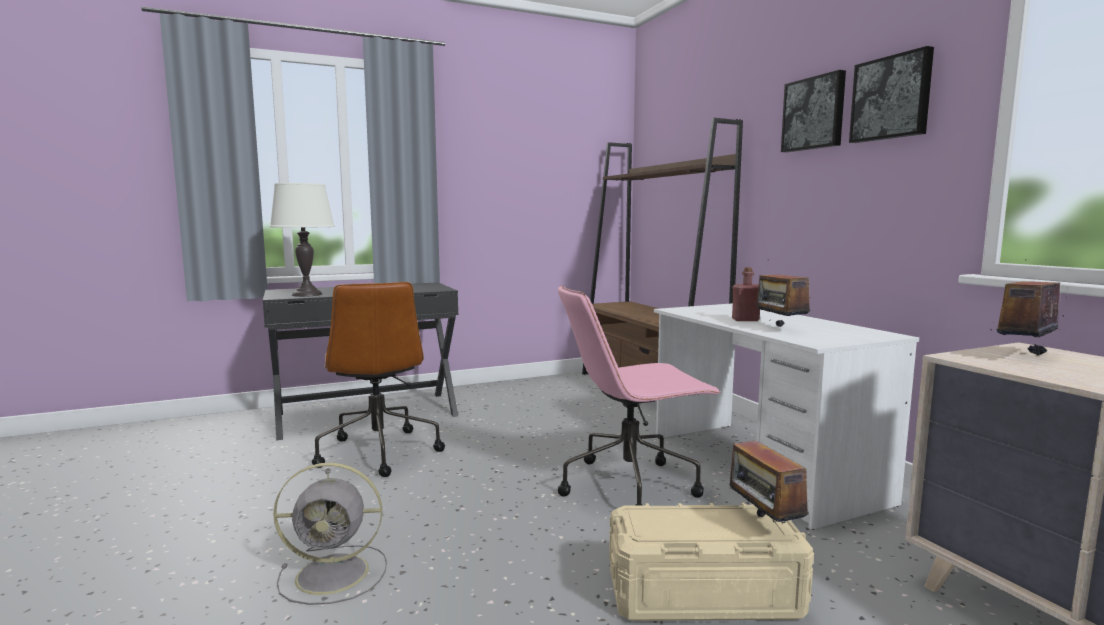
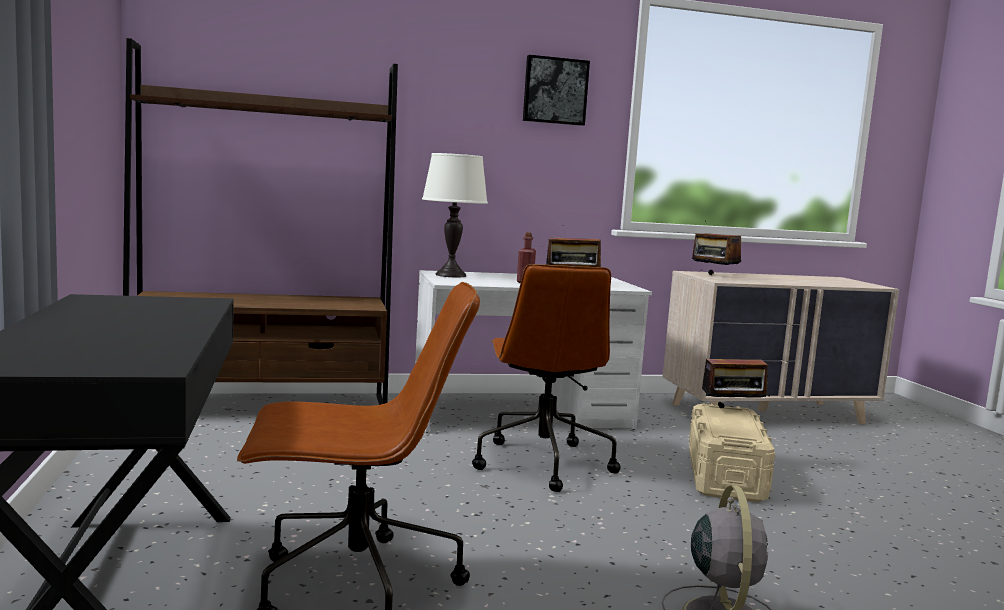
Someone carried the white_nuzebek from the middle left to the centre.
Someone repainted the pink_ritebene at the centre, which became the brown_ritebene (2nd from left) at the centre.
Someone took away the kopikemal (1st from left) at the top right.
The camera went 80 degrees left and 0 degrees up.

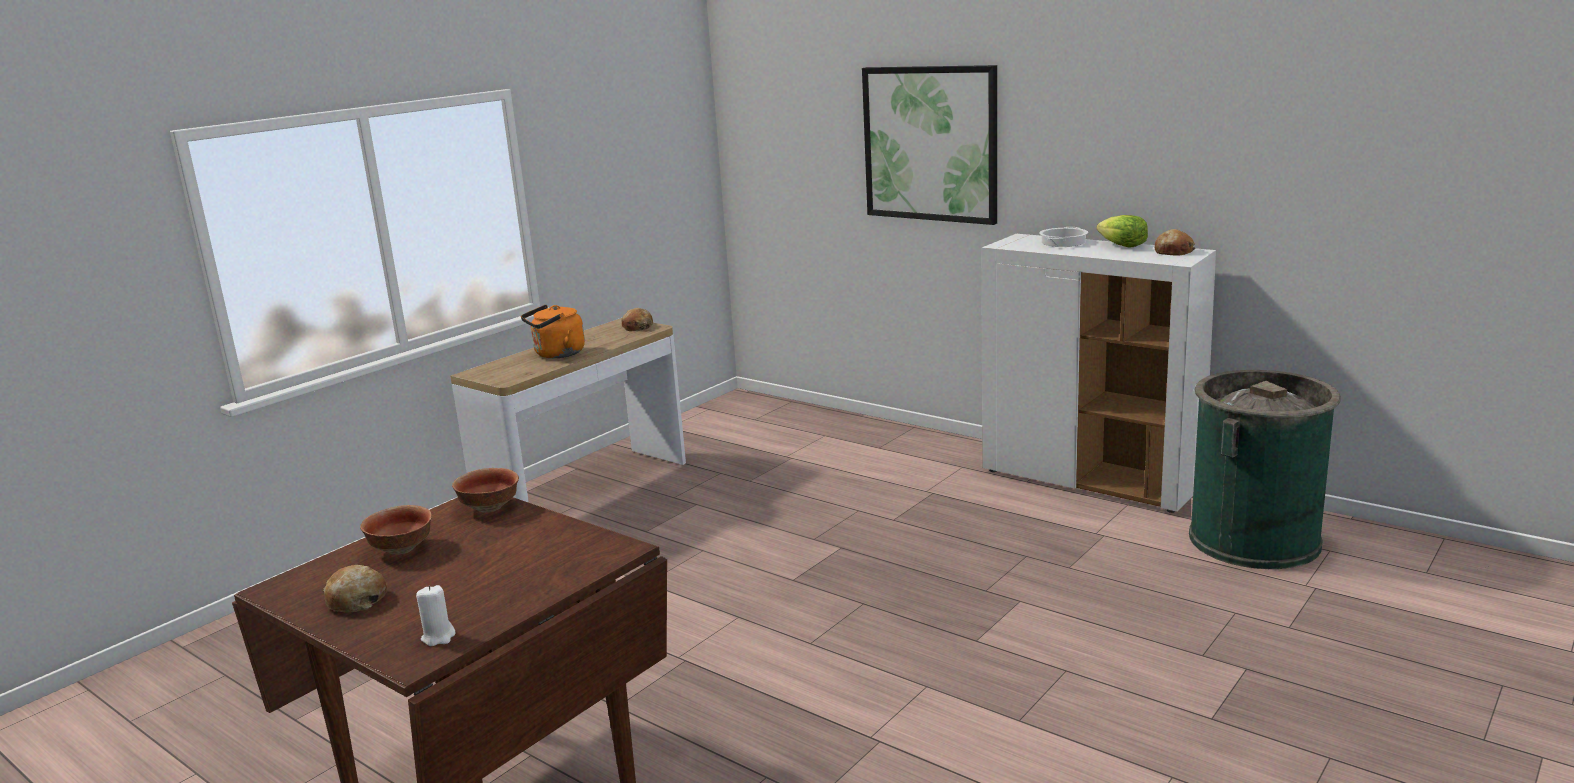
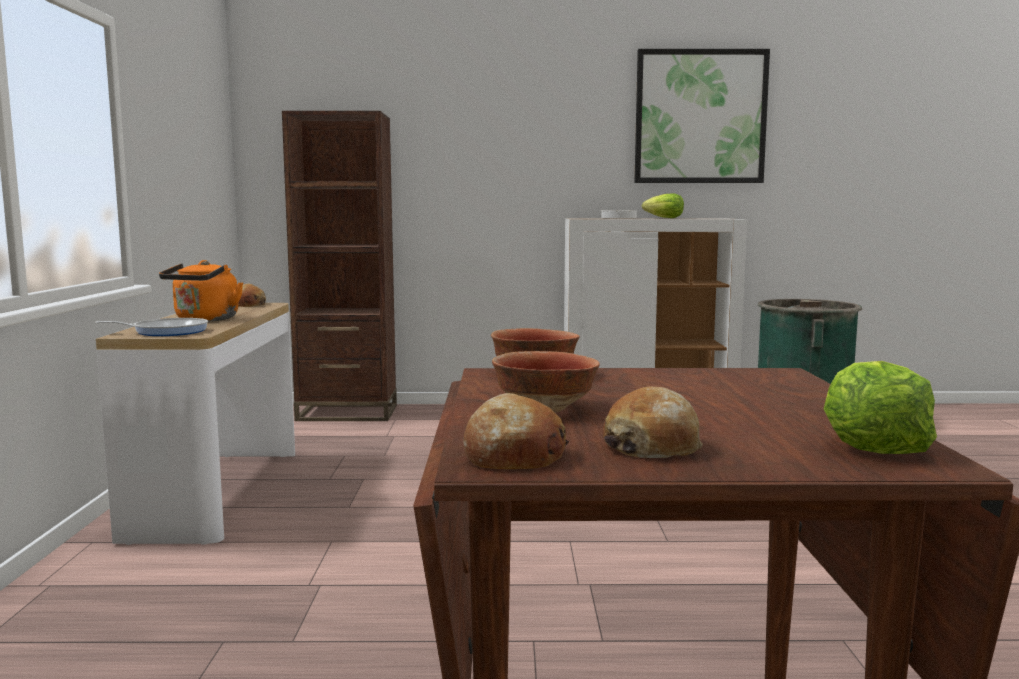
Someone put down the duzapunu at the middle left.
Someone put down the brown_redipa at the middle left.
Someone carried the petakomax (3rd from left in the first image) from the top right to the centre.
Someone carried the kopikemal from the top centre to the top right.
Someone swapped the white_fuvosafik at the bottom left for the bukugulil (2nd from left) at the middle right.
The camera went 40 degrees left and 10 degrees down.

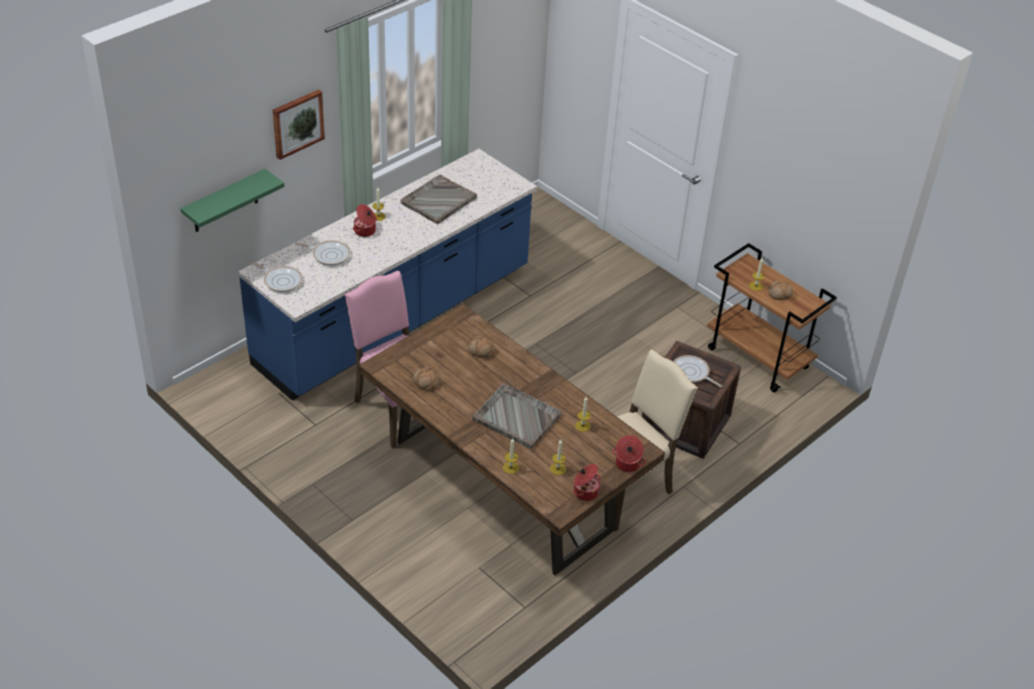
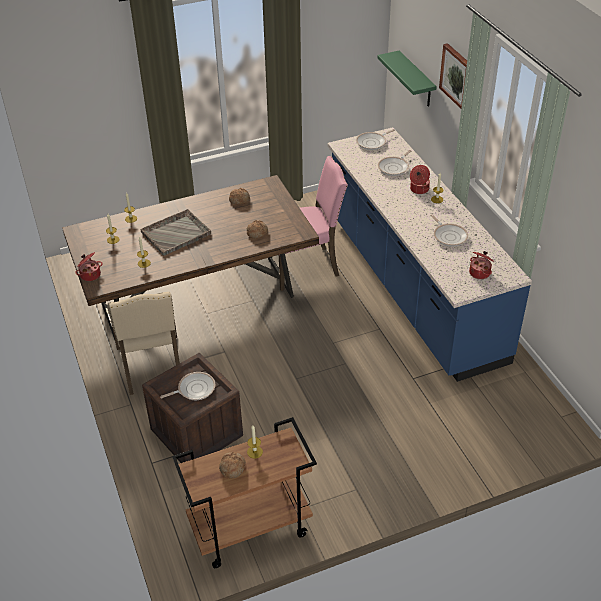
Someone swapped the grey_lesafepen (1st from left) at the top centre for the duzapunu (4th from left) at the middle right.
Someone carried the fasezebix (2nd from left in the first image) from the bottom centre to the middle right.
The camera went 115 degrees right and 0 degrees up.

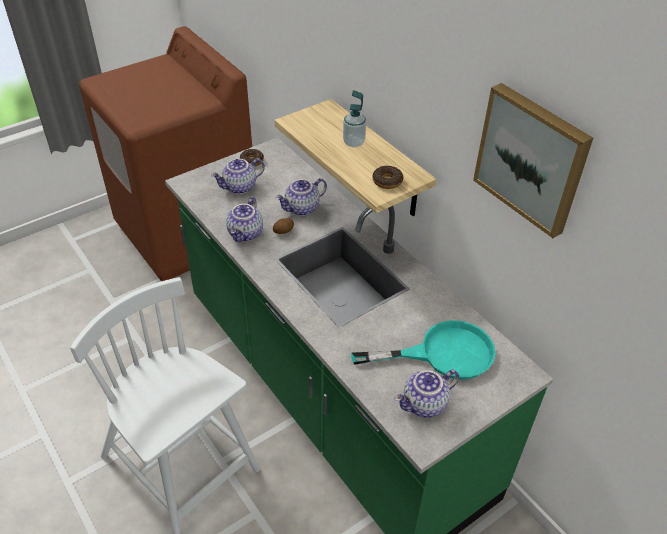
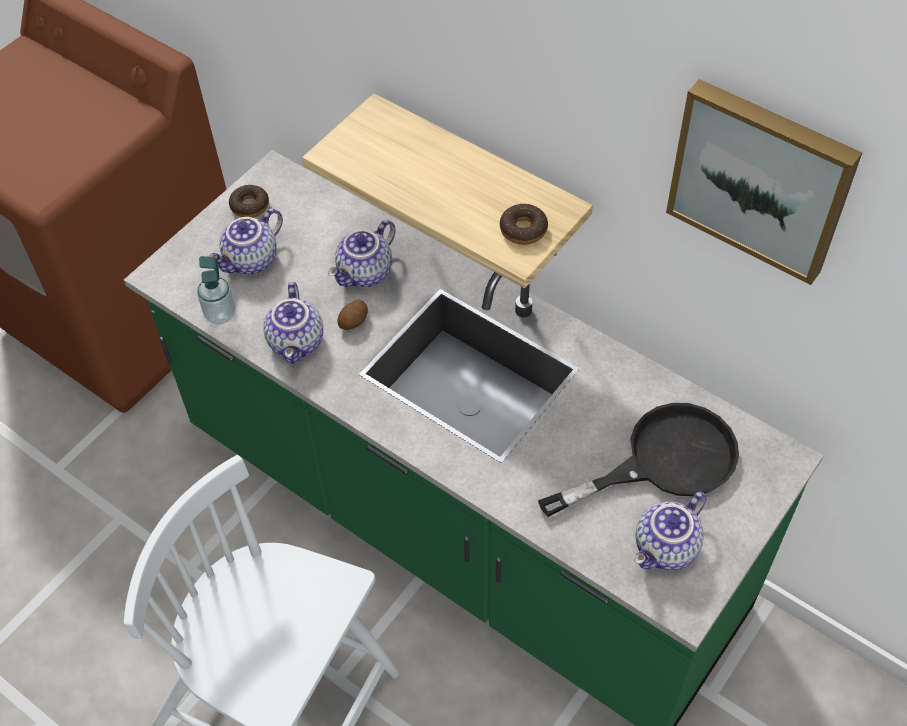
Someone carried the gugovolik from the top centre to the middle left.
Someone repainted the turquoise_duzapunu at the centre, which became the black_duzapunu at the middle right.
The camera went 15 degrees left and 10 degrees up.

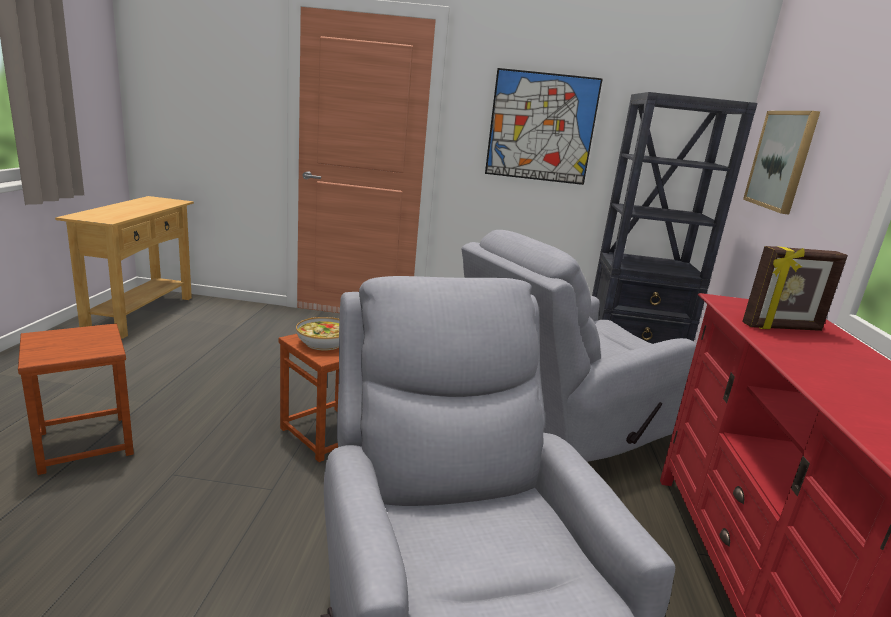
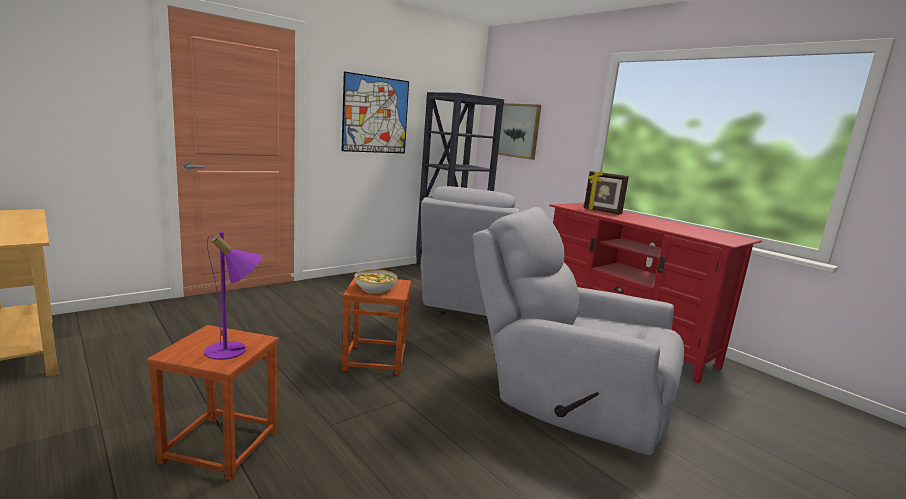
Someone put down the purple_nuzebek at the middle left.
Someone rotated the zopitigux at the middle right by 90 degrees clockwise.
The camera went 45 degrees left and 5 degrees down.

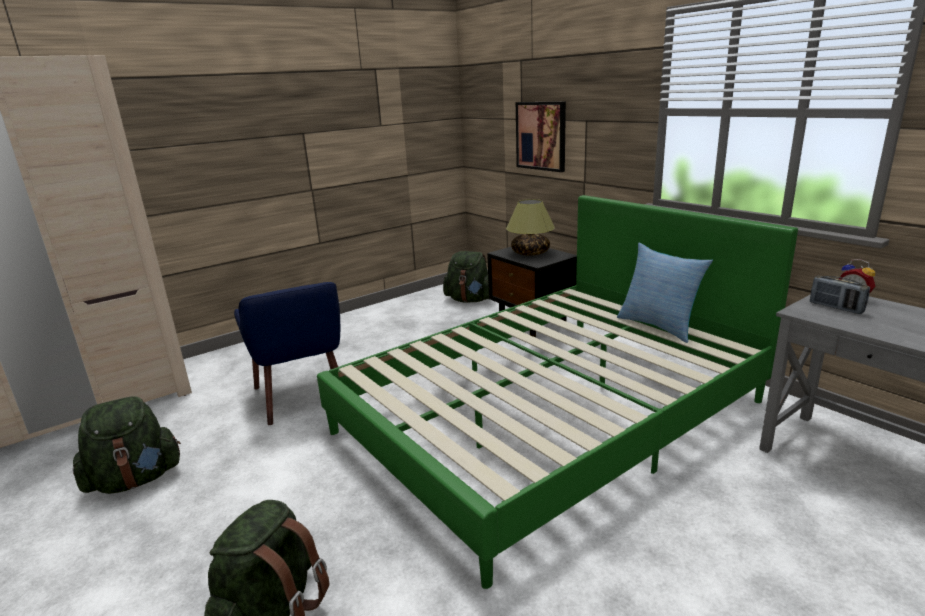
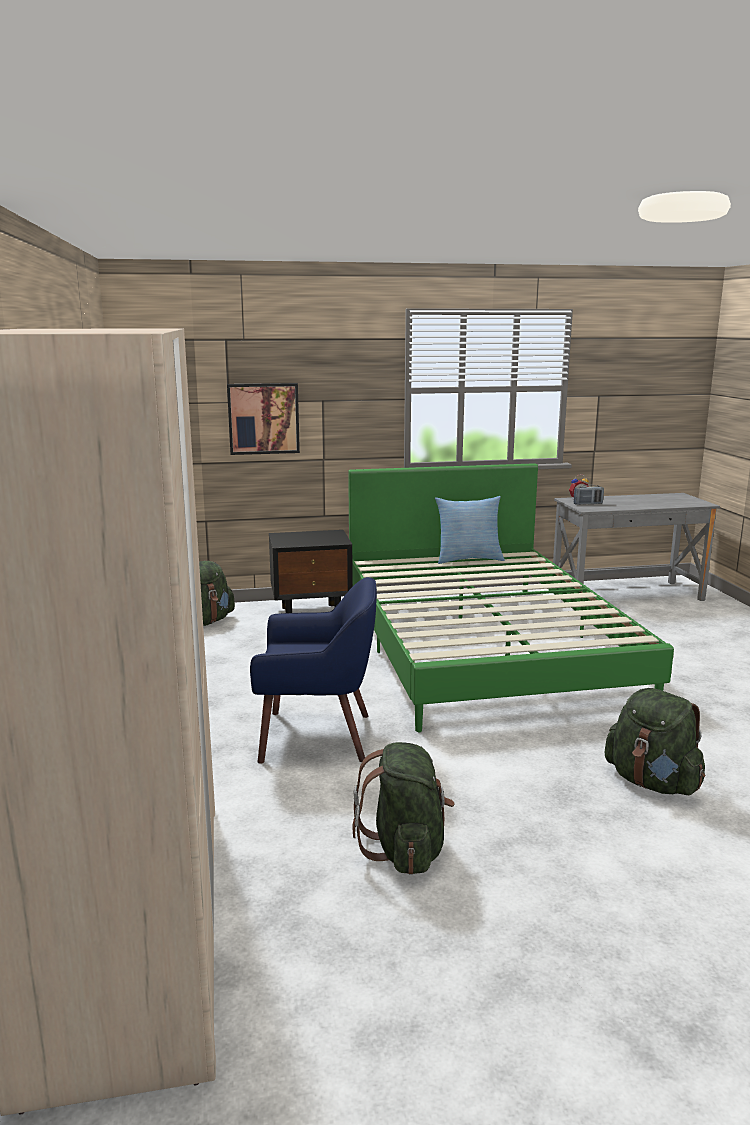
Someone took away the nuzebek at the centre.
The camera went 65 degrees left and 5 degrees down.

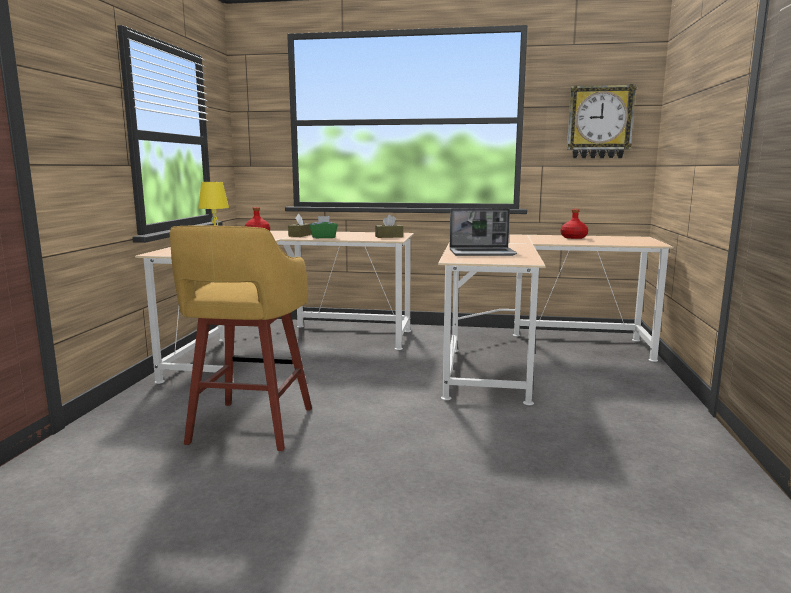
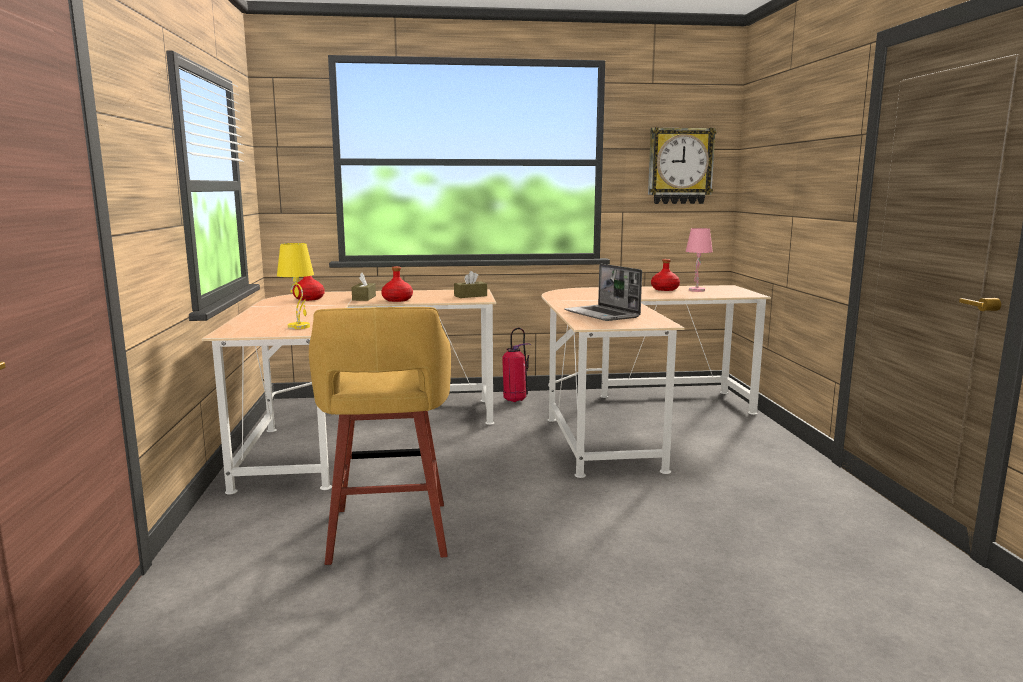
Someone swapped the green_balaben at the centre for the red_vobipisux (2nd from left) at the centre.
Someone put down the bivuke at the centre.
Someone rotated the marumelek at the centre by 75 degrees clockwise.
Someone put down the pink_nuzebek at the middle right.
The camera went 15 degrees left and 0 degrees up.

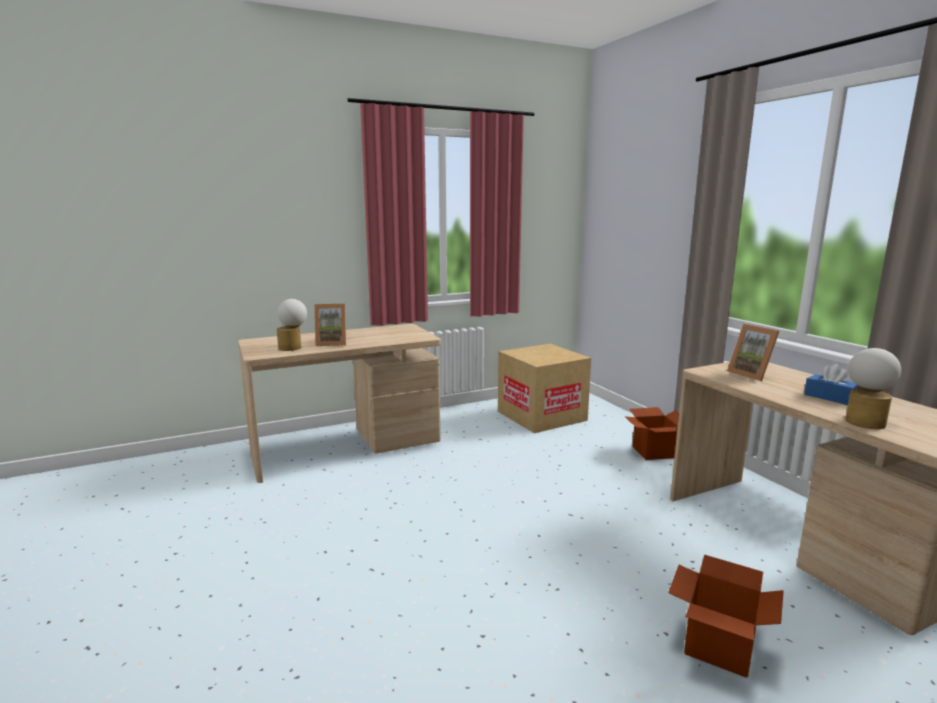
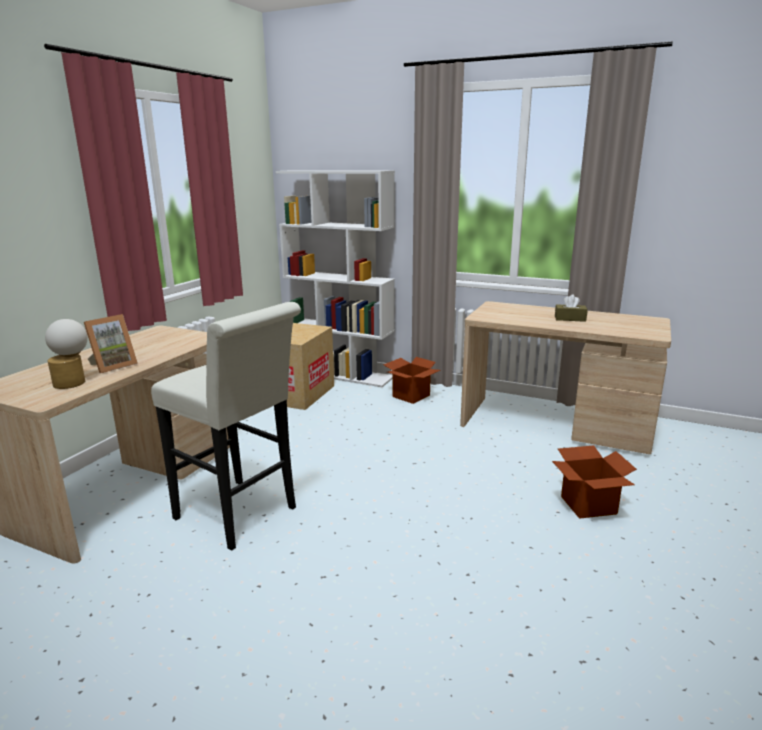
Someone put down the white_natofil at the middle left.
Someone put down the white_redipa at the centre.
Someone repainted the blue_balaben at the middle right, which became the brown_balaben at the middle right.
Someone took away the zopitigux (2nd from left) at the middle right.
Someone took away the nuzebek (2nd from left) at the middle right.
The camera went 40 degrees left and 5 degrees up.

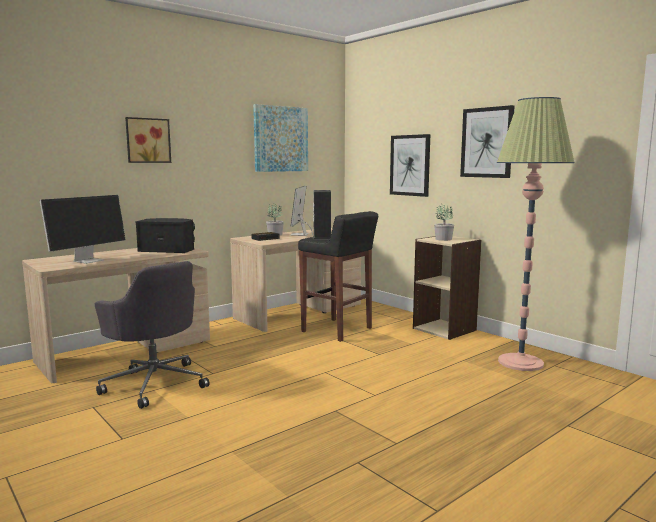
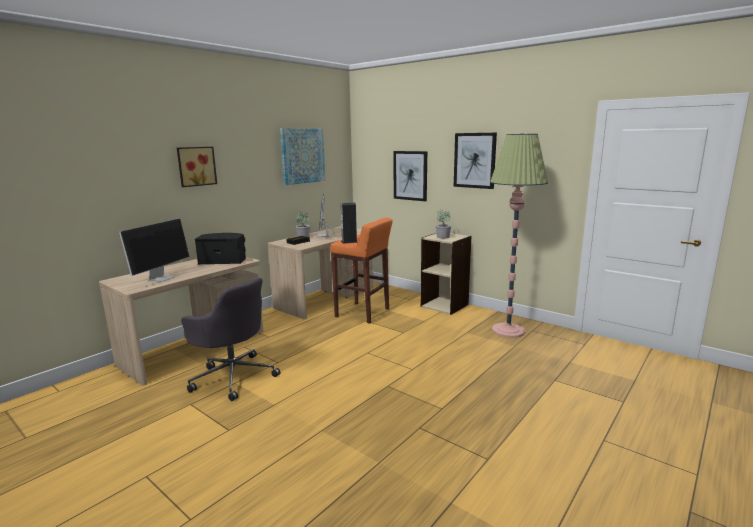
Someone repainted the black_natofil at the centre, which became the orange_natofil at the centre.
The camera went 10 degrees left and 5 degrees up.

